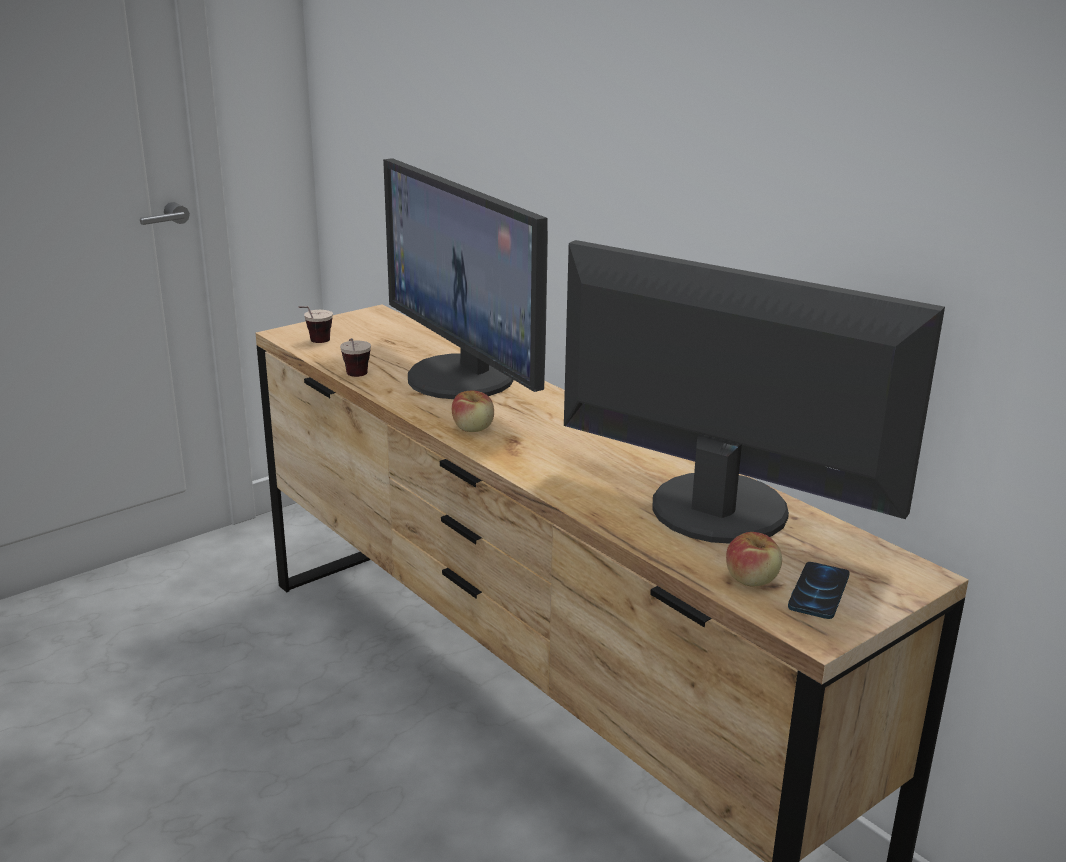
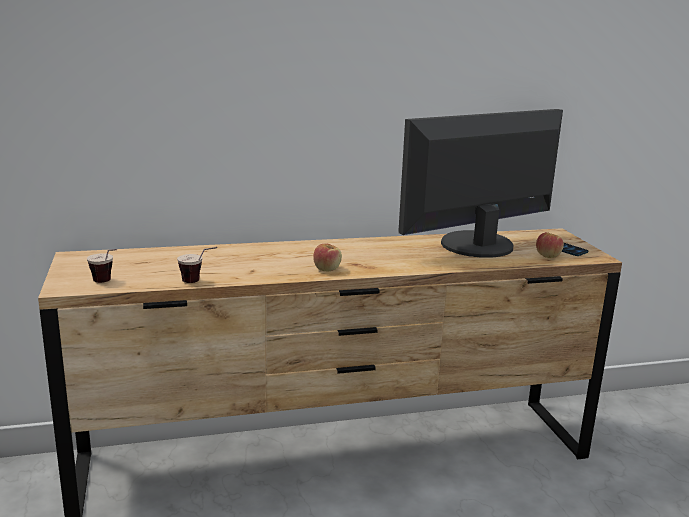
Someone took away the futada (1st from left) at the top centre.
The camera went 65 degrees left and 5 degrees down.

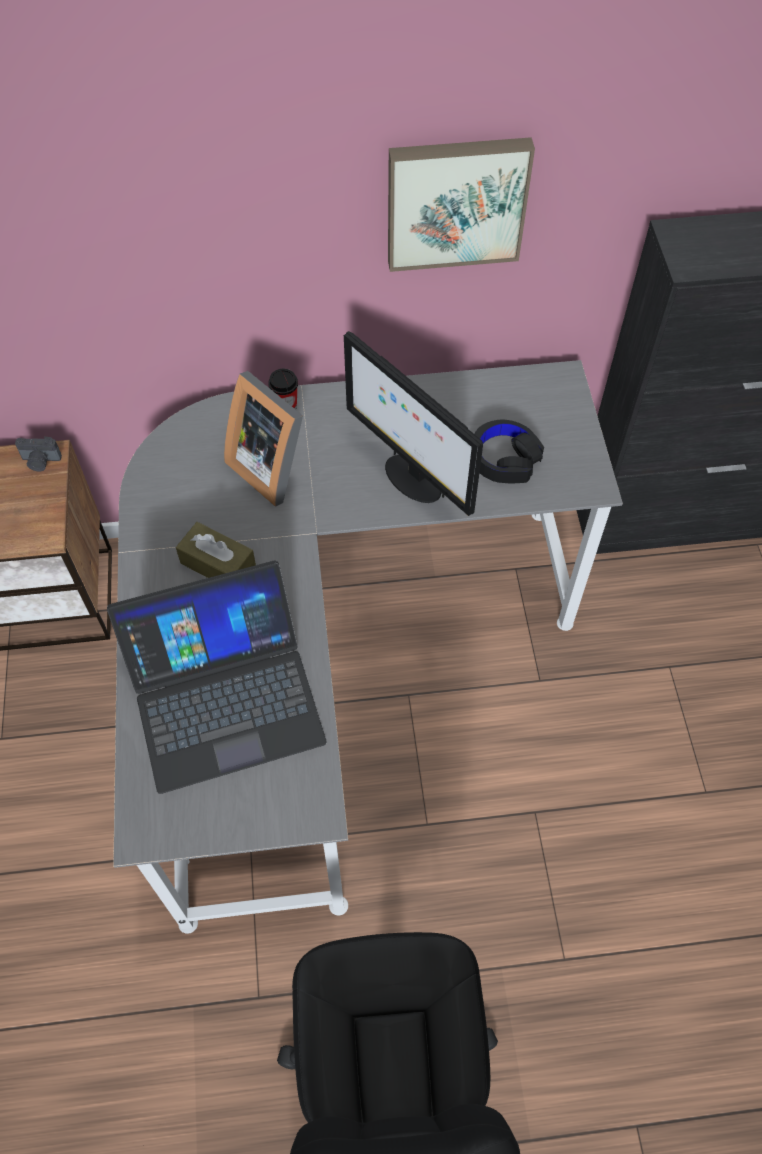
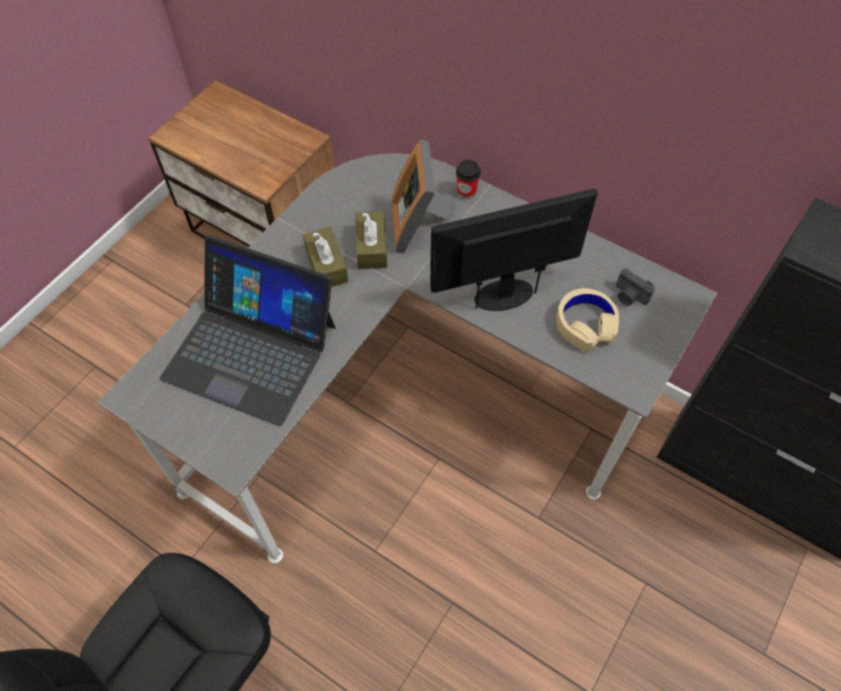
Someone put down the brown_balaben (2nd from left) at the centre.
Someone rotated the futada at the centre by 75 degrees clockwise.
Someone repainted the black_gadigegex at the middle right, which became the beige_gadigegex at the middle right.
Someone carried the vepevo from the middle left to the middle right.
Someone took away the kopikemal at the top centre.
The camera went 40 degrees right and 0 degrees up.

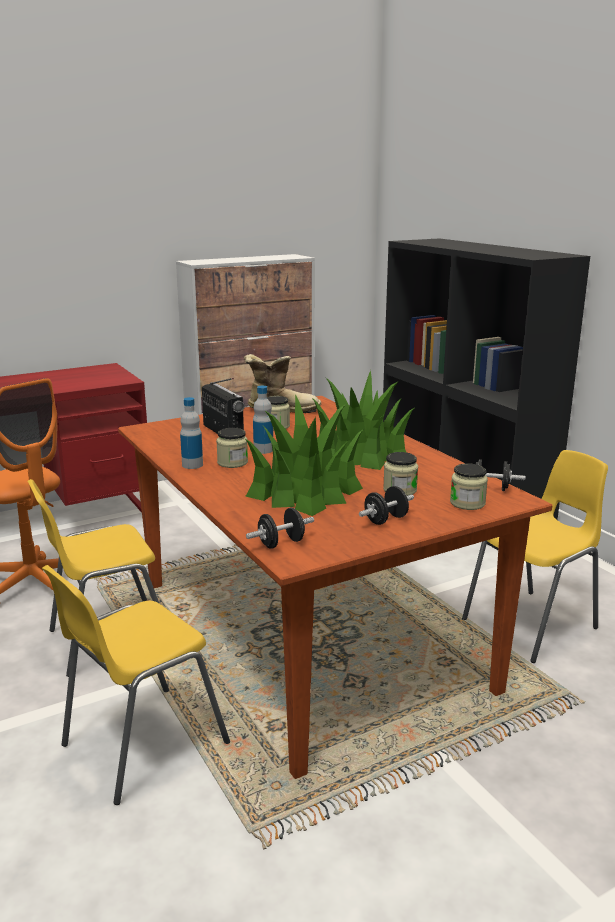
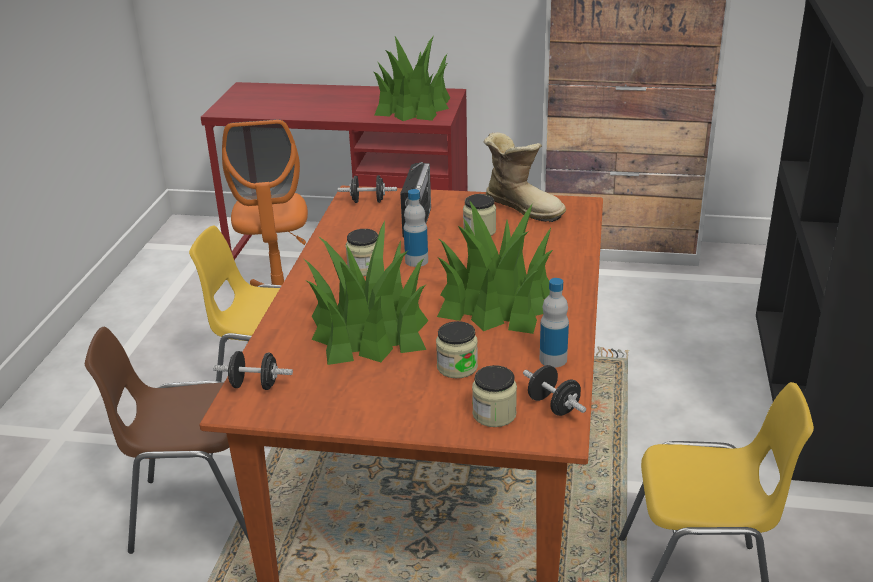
Someone repainted the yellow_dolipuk (2nd from left) at the bottom left, which became the brown_dolipuk at the bottom left.
Someone carried the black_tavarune (2nd from left) from the centre to the top centre.
Someone put down the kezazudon (2nd from left) at the top centre.
Someone carried the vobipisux (1st from left in the first image) from the middle left to the centre.
The camera went 40 degrees right and 10 degrees up.

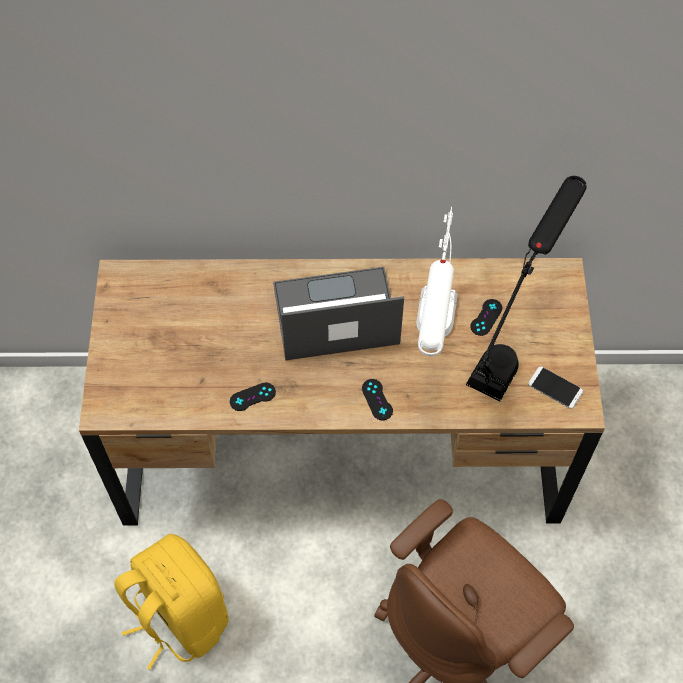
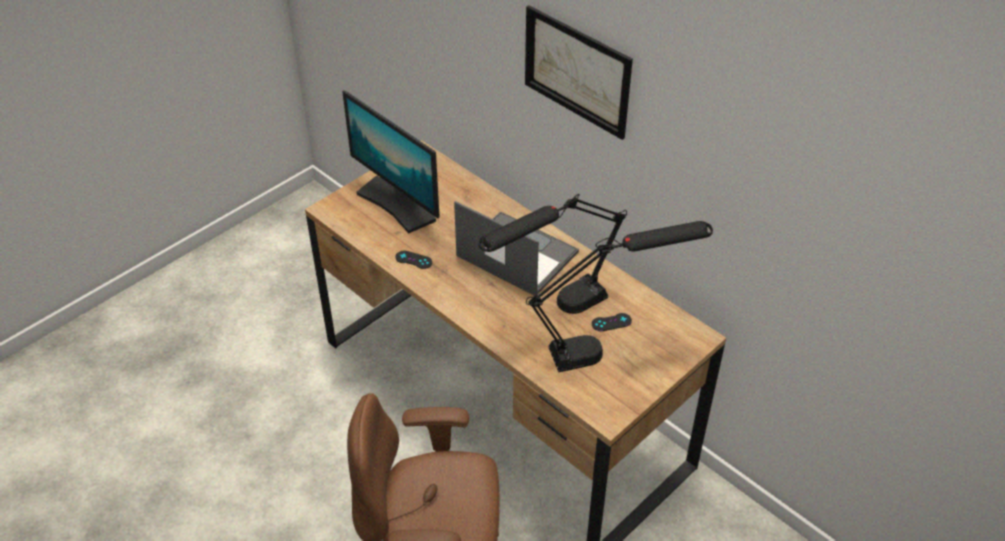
Someone put down the futada at the top centre.
Someone repainted the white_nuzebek at the centre, which became the black_nuzebek (1st from left) at the centre.
Someone put up the kopikemal at the top centre.
Someone took away the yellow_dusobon at the bottom left.
Someone took away the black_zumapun (2nd from left) at the centre.
Someone took away the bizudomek at the middle right.
The camera went 45 degrees right and 15 degrees down.

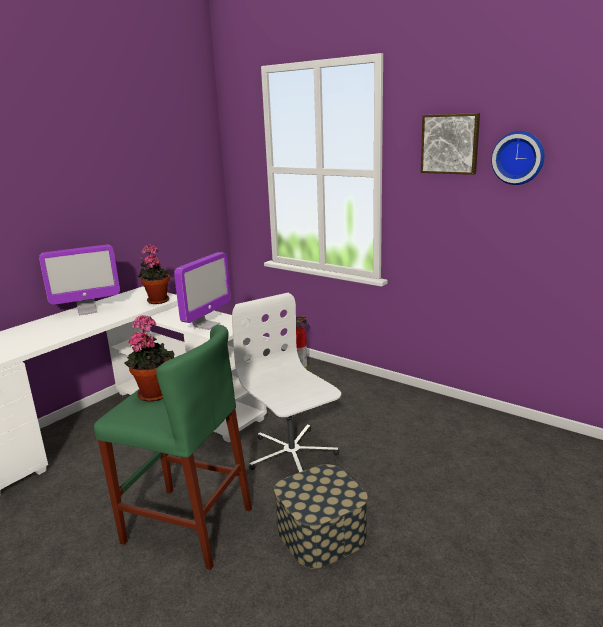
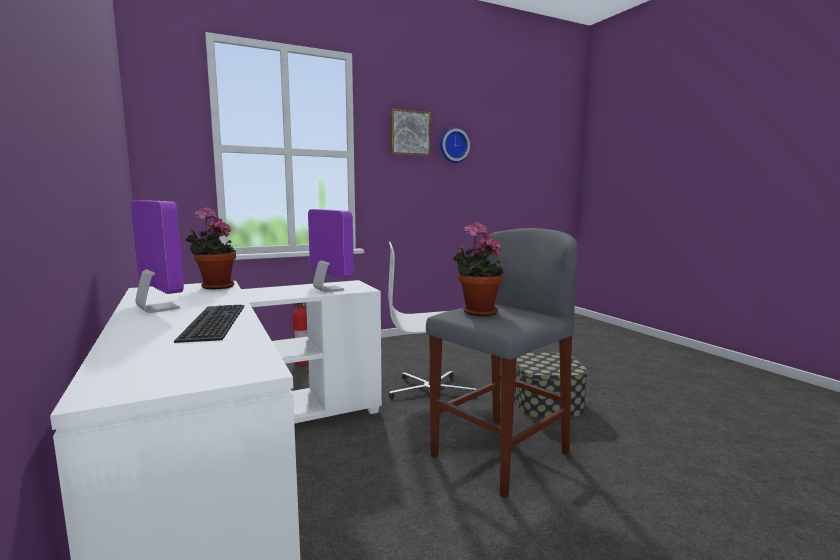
Someone rotated the futada (1st from left) at the middle left by 45 degrees counterclockwise.
Someone put down the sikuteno at the middle left.
Someone repainted the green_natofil at the bottom left, which became the grey_natofil at the centre.
The camera went 65 degrees left and 10 degrees down.

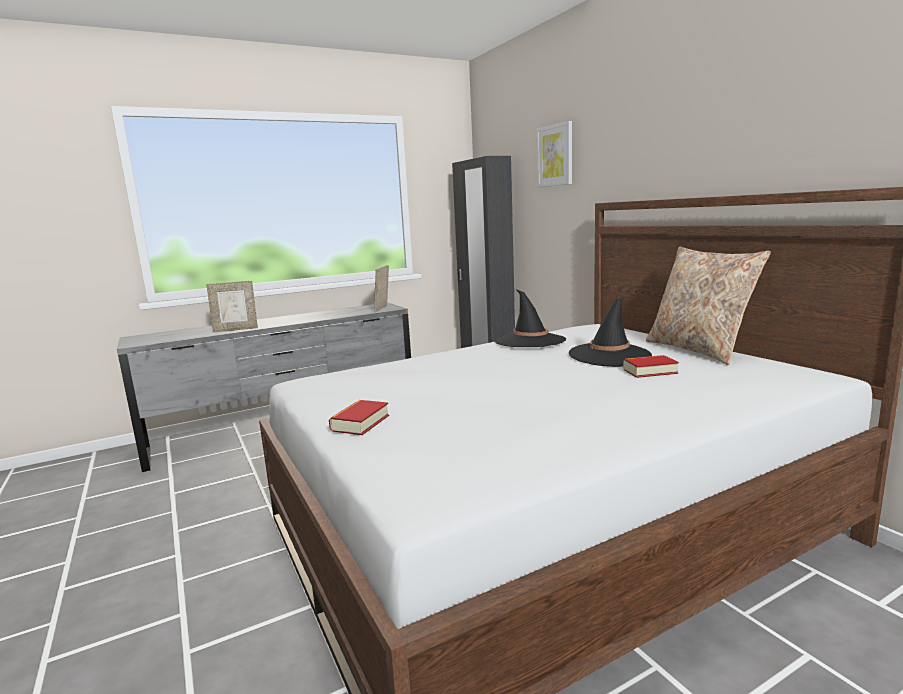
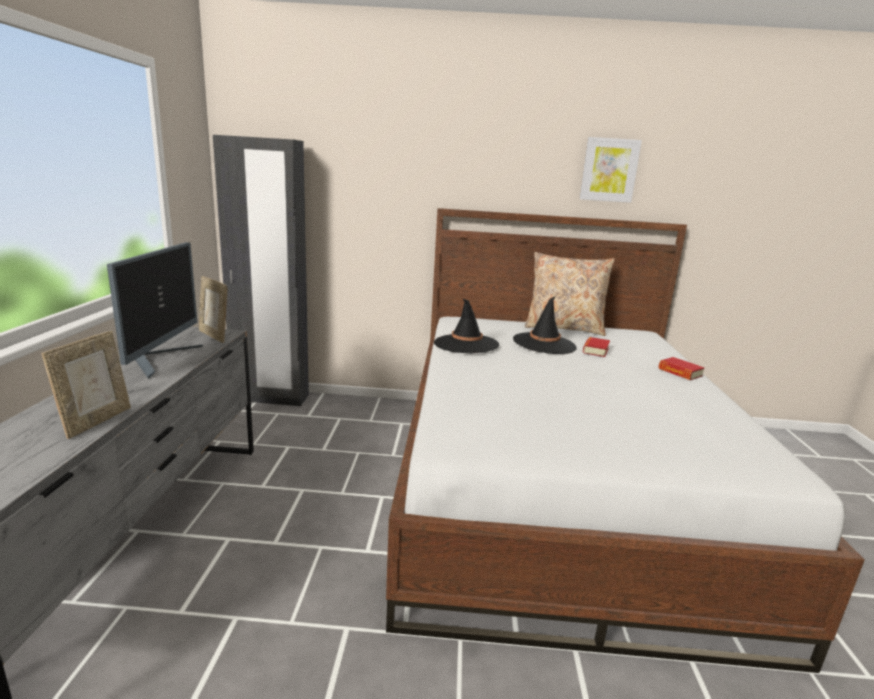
Someone put down the futada at the middle left.
Someone carried the kopikemal from the top centre to the top right.
Someone carried the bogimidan (1st from left in the first image) from the centre to the middle right.
The camera went 60 degrees left and 5 degrees up.

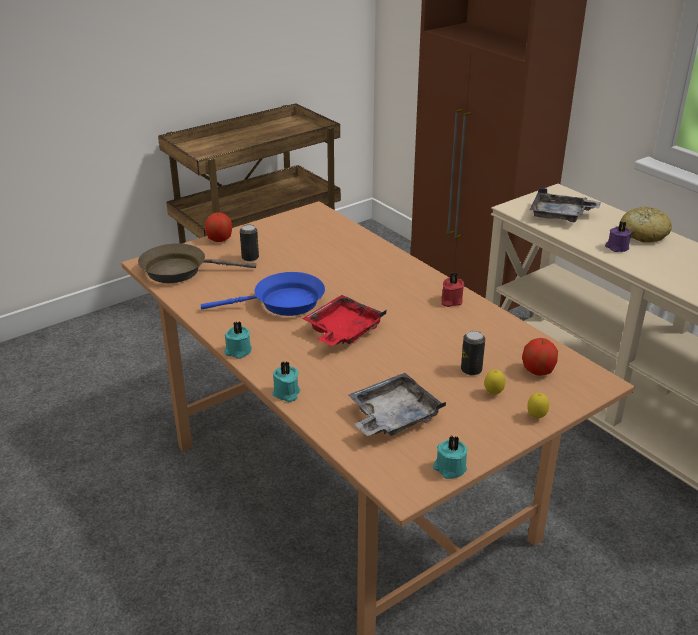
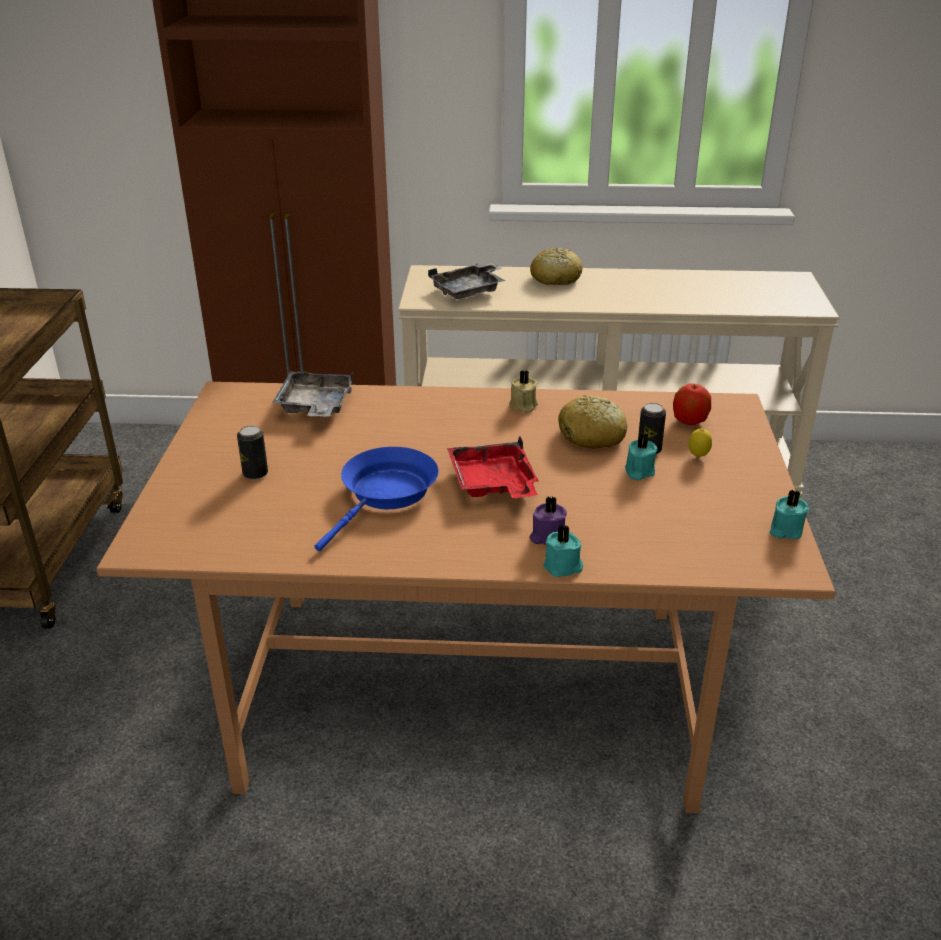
Someone carried the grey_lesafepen (1st from left) from the centre to the middle left.
Someone repainted the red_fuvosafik at the centre, which became the beige_fuvosafik at the centre.
Someone carried the purple_fuvosafik from the middle right to the centre.
Someone put down the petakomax (2nd from left) at the centre.
Someone carried the turquoise_fuvosafik (1st from left in the first image) from the centre to the middle right.
Someone took away the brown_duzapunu at the middle left.
Someone took away the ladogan (1st from left) at the middle left.
Someone took away the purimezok (2nd from left) at the middle right.
The camera went 50 degrees left and 0 degrees up.

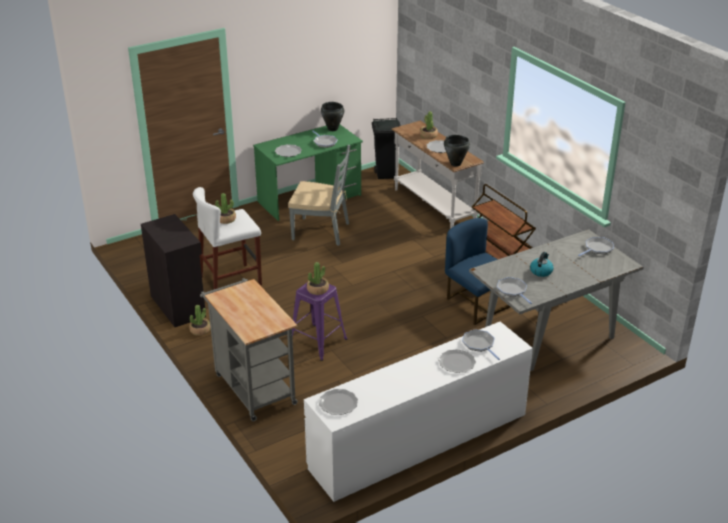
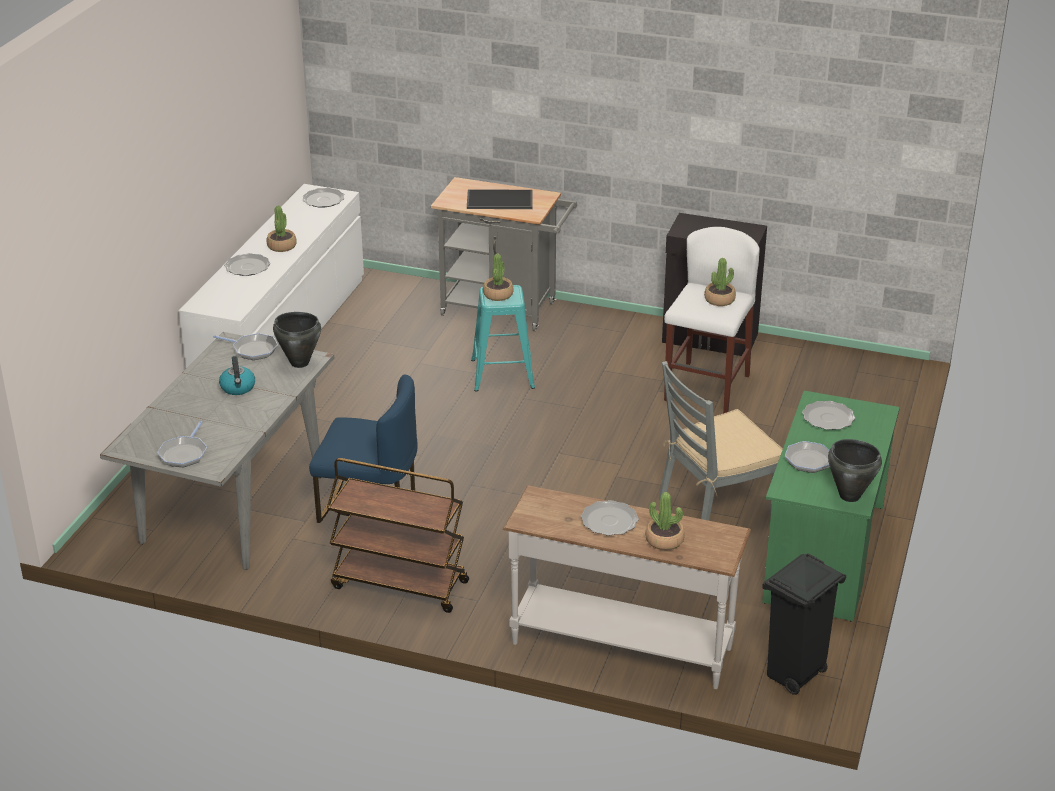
Someone carried the kezazudon (1st from left) from the middle left to the top left.
Someone carried the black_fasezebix (2nd from left in the first image) from the top centre to the middle left.
Someone put down the lesafepen at the top centre.
Someone repainted the purple_natofil at the centre, which became the turquoise_natofil at the centre.
Someone took away the duzapunu (2nd from left) at the centre.
The camera went 140 degrees right and 0 degrees up.

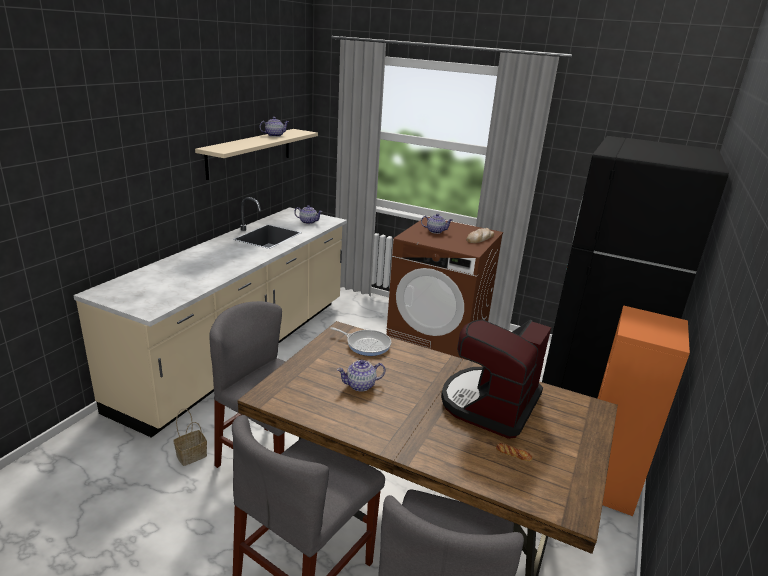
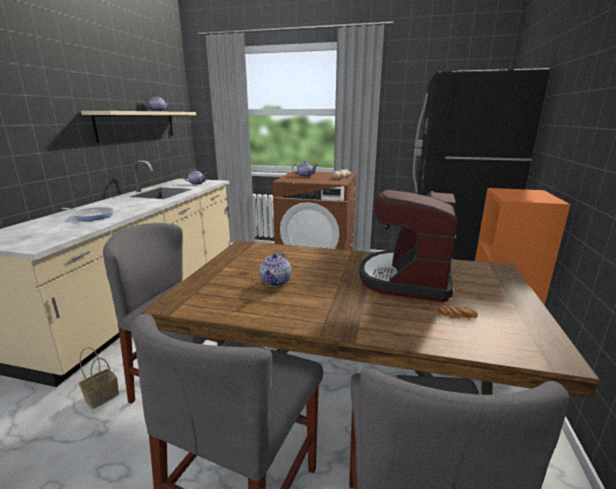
Someone carried the duzapunu from the centre to the middle left.
Someone rotated the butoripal (3rd from left) at the centre by 45 degrees counterclockwise.
The camera went 10 degrees left and 5 degrees down.

